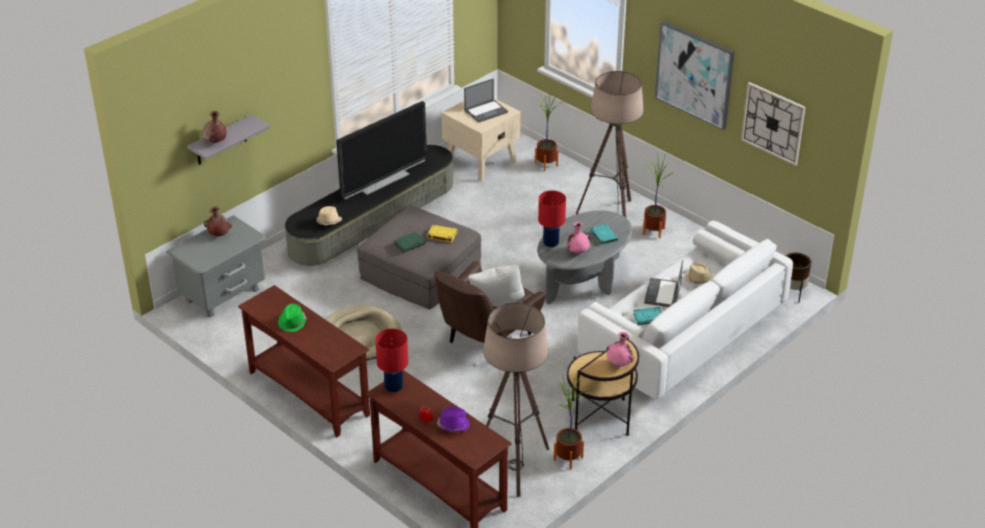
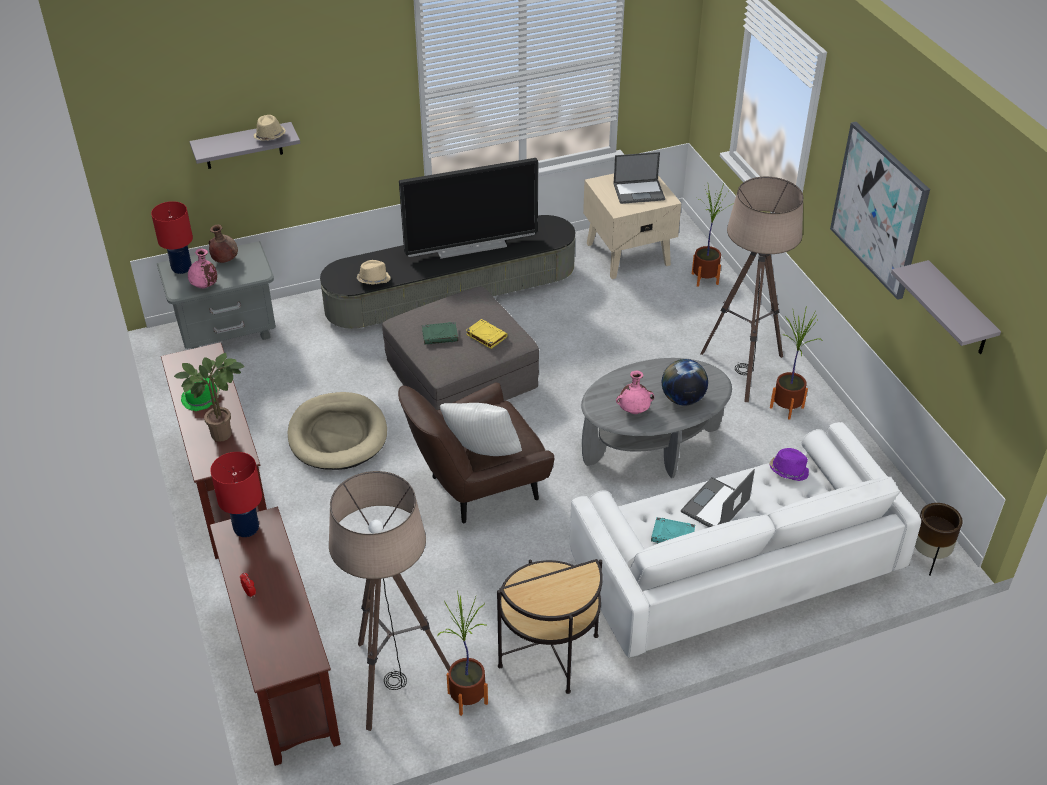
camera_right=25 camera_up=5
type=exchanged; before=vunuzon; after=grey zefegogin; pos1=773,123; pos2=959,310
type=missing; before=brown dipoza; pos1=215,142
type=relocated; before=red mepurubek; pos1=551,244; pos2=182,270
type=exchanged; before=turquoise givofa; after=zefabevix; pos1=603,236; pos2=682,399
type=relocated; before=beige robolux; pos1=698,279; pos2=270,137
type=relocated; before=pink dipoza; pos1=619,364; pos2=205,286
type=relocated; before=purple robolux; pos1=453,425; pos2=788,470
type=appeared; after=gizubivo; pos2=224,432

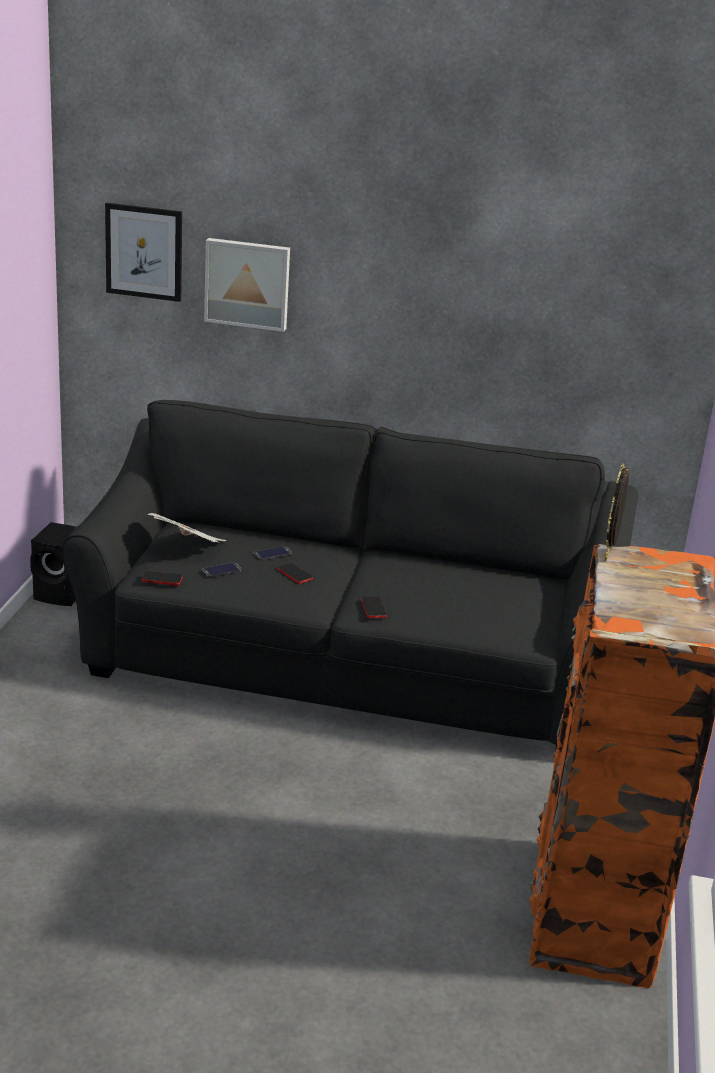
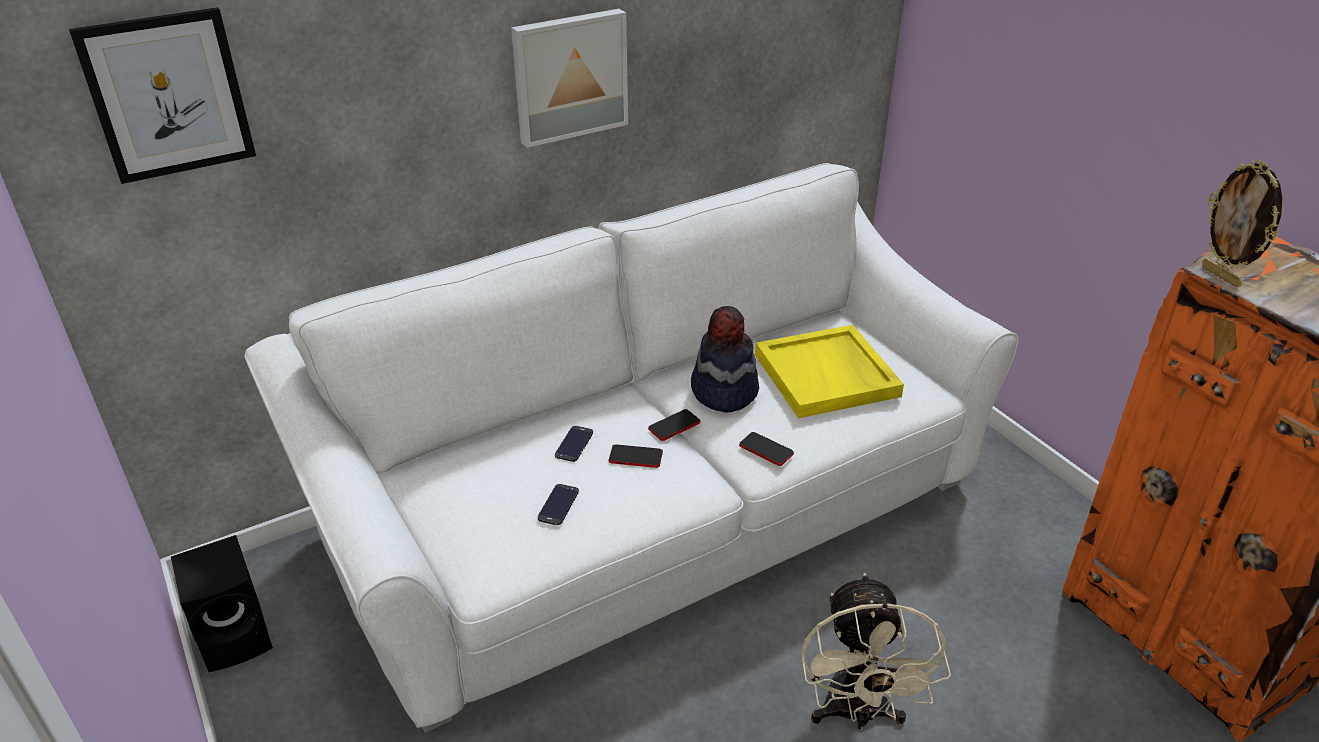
camera_right=-40 camera_up=10
type=relocated; before=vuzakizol; pos1=247,283; pos2=569,76
type=colour; before=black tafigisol; after=white tafigisol; pos1=347,662; pos2=658,512
type=missing; before=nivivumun; pos1=188,547
type=relocated; before=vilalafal; pos1=162,579; pos2=674,426
type=appeared; after=robolux; pos2=723,391
type=appeared; after=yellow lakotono; pos2=827,375
type=appeared; after=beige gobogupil; pos2=856,714

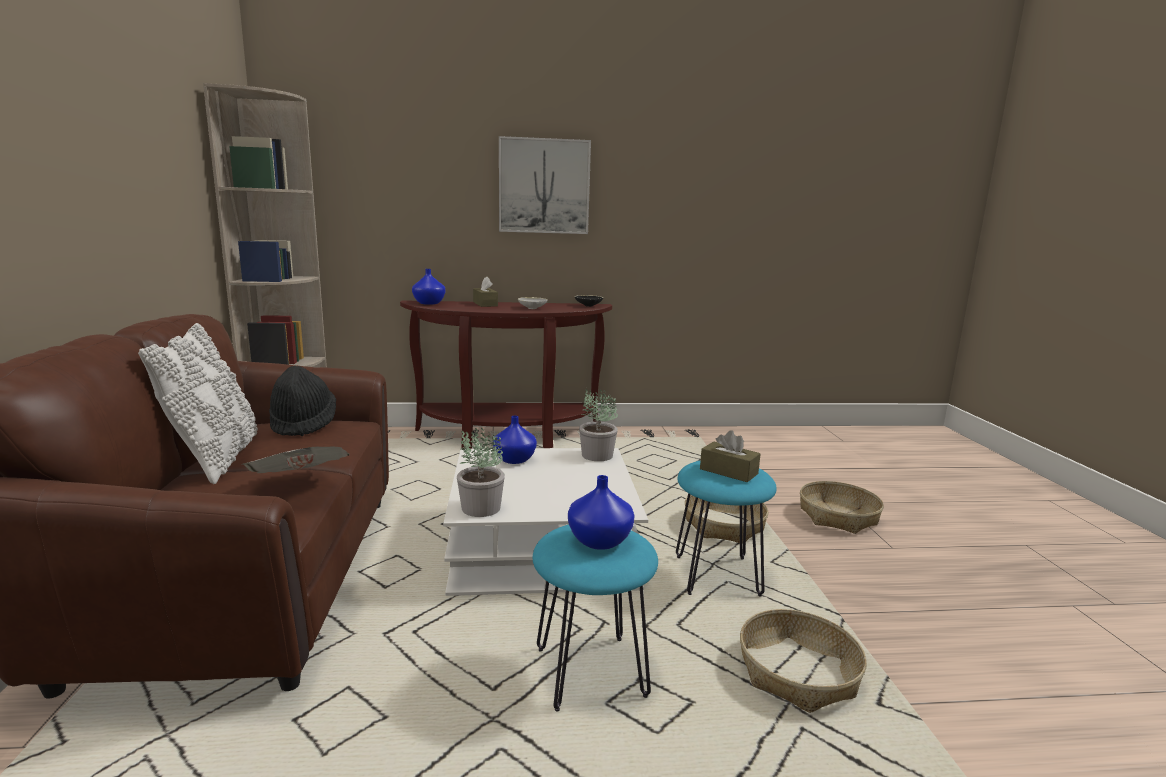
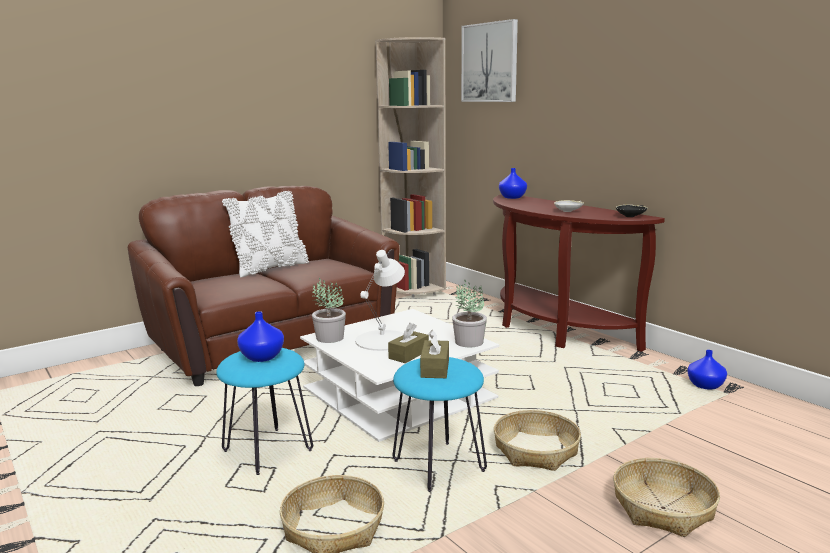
camera_right=60 camera_up=0
type=relocated; before=vuzakizol; pos1=544,186; pos2=489,62
type=relocated; before=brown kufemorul; pos1=485,304; pos2=408,354
type=missing; before=black robolux; pos1=303,424
type=relocated; before=blue dipoza; pos1=513,459; pos2=704,385
type=missing; before=nivivumun; pos1=300,485
type=appeared; after=white mepurubek; pos2=383,340

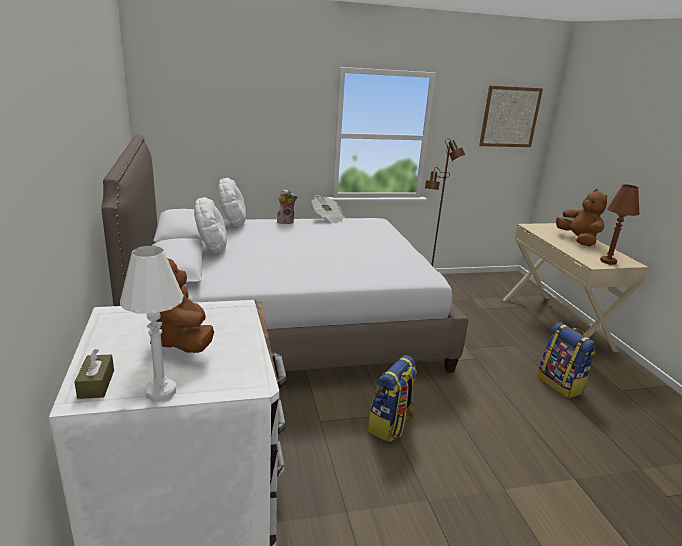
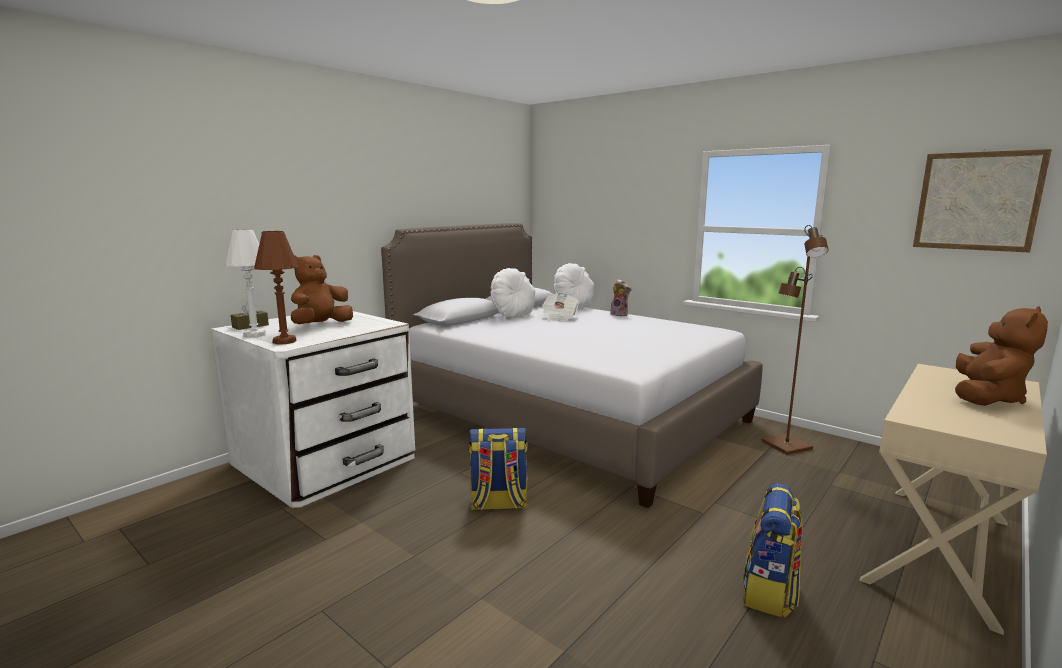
camera_right=55 camera_up=-10
type=relocated; before=brown mepurubek; pos1=608,261; pos2=284,341
type=relocated; before=nivivumun; pos1=327,218; pos2=559,317

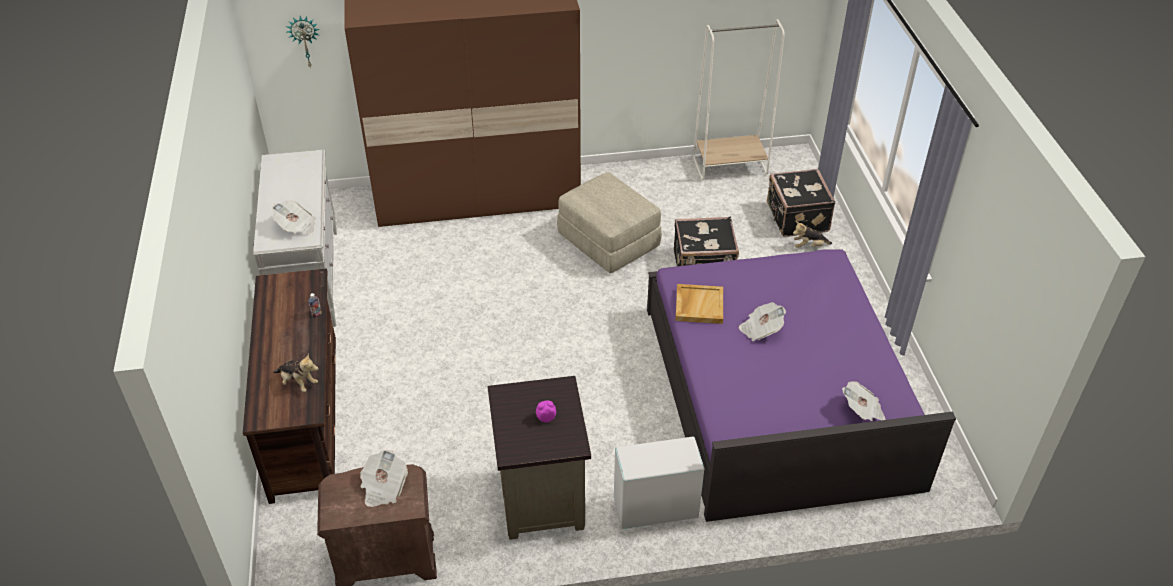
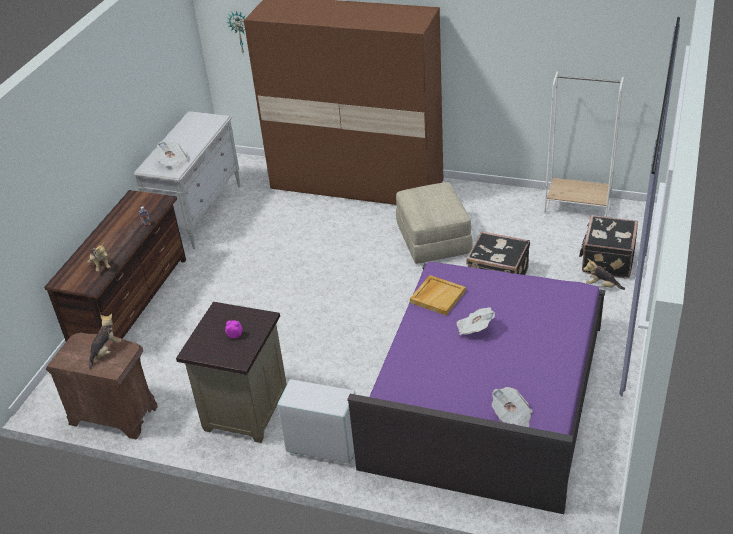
camera_right=30 camera_up=-5
type=exchanged; before=nivivumun; after=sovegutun; pos1=383,487; pos2=106,352

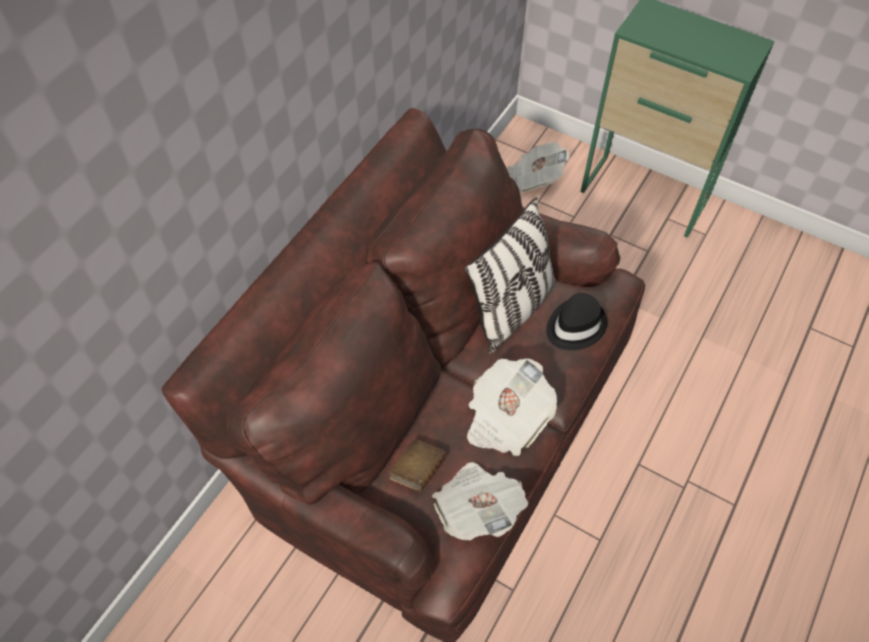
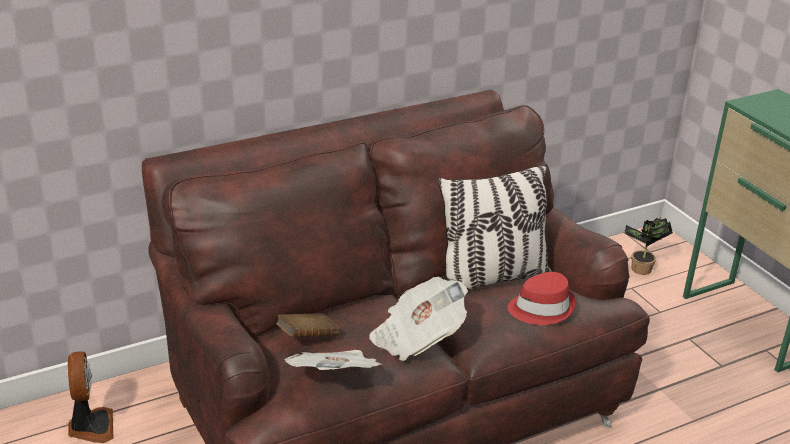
camera_right=30 camera_up=-25
type=exchanged; before=nivivumun; after=gizubivo; pos1=533,178; pos2=640,270
type=colour; before=black robolux; after=red robolux; pos1=574,326; pos2=541,308
type=appeared; after=gobogupil; pos2=90,427

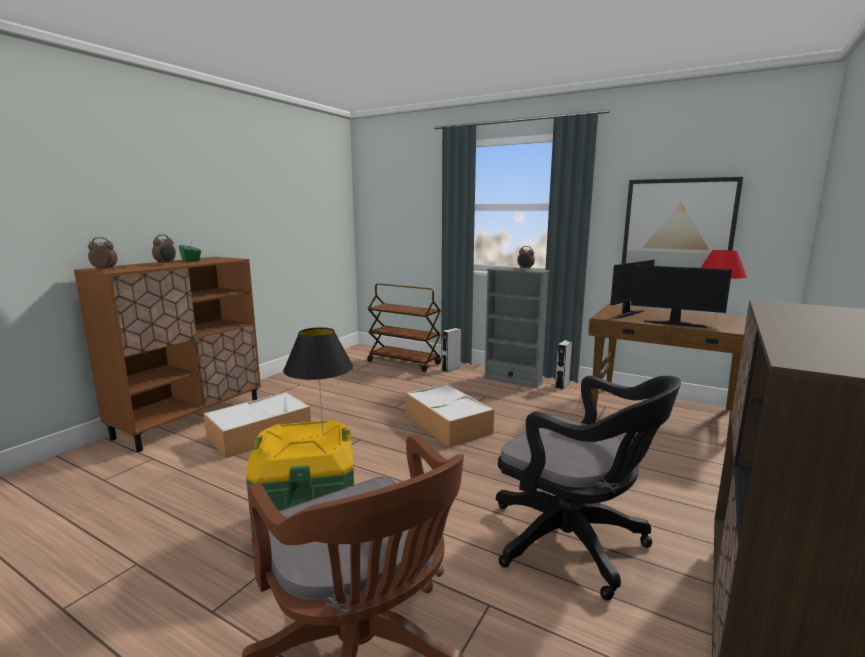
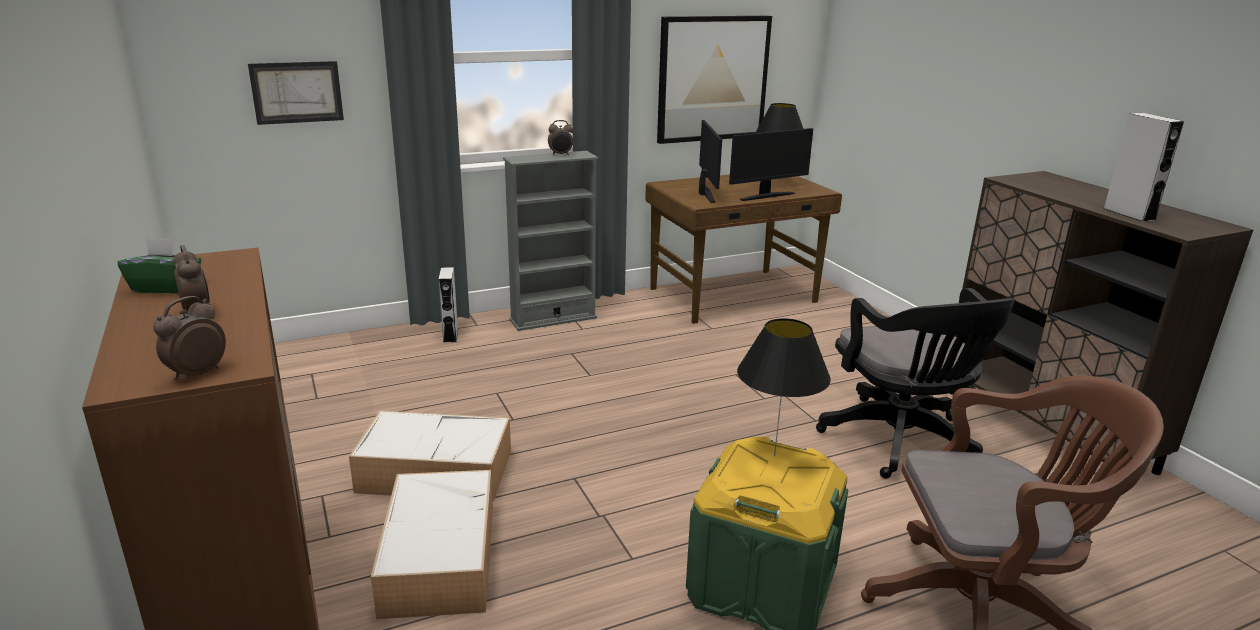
camera_right=-55 camera_up=10
type=colour; before=red mepurubek; after=black mepurubek; pos1=714,320; pos2=775,182
type=missing; before=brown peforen; pos1=404,363
type=relocated; before=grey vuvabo; pos1=562,385; pos2=1129,214
type=spun; before=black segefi; pos1=574,543; pos2=902,443; turn=90
type=relocated; before=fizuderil; pos1=448,424; pos2=438,471
type=appeared; after=vuzakizol; pos2=297,92

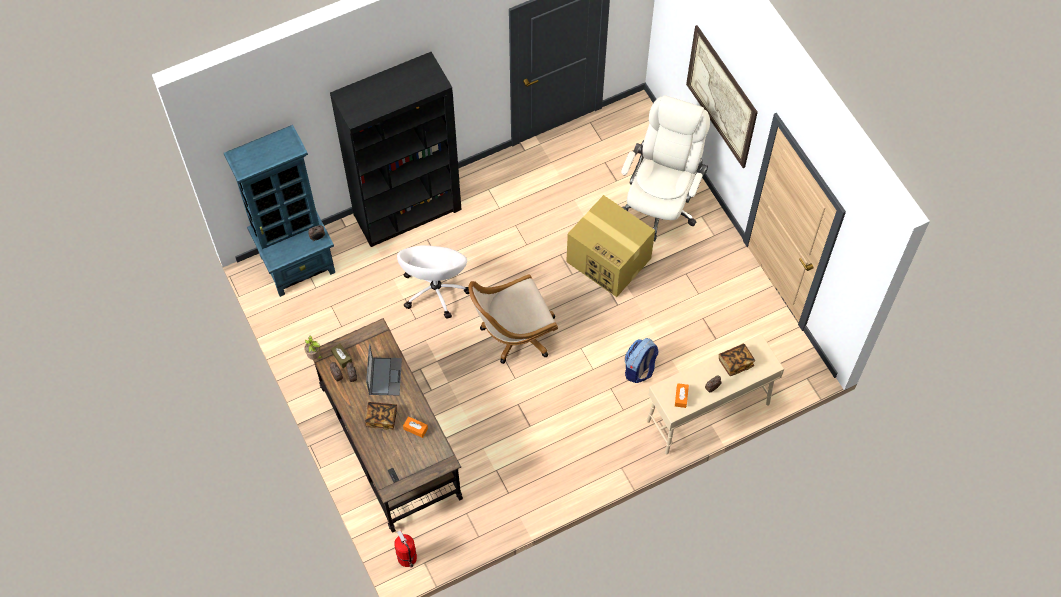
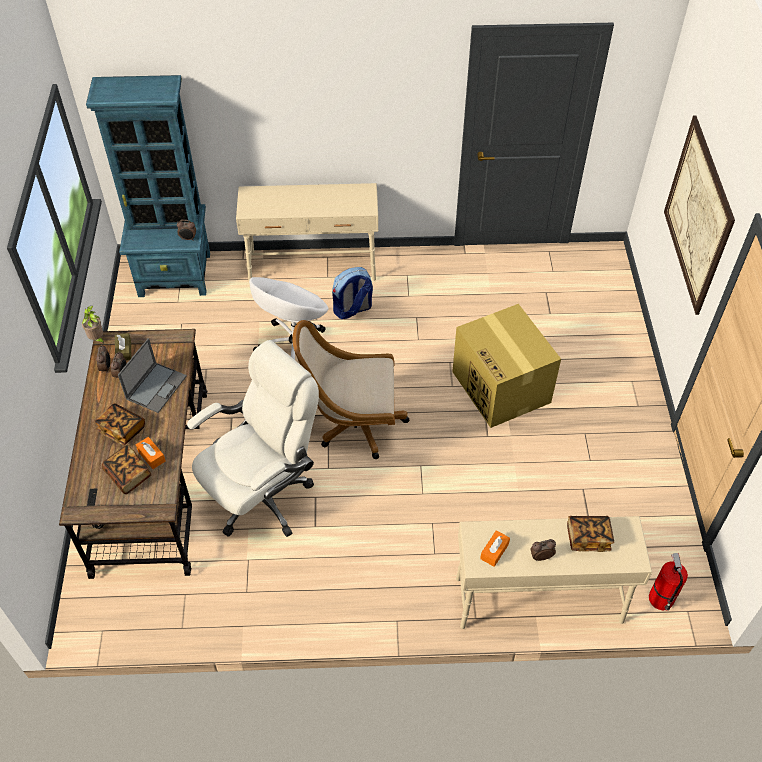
camera_right=25 camera_up=-10
type=exchanged; before=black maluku; after=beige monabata; pos1=408,212; pos2=312,267
type=relocated; before=white segefi; pos1=660,207; pos2=263,496
type=relocated; before=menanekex; pos1=639,369; pos2=352,310
type=relocated; before=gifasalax; pos1=407,558; pos2=661,600
type=appeared; after=givofa; pos2=128,475

